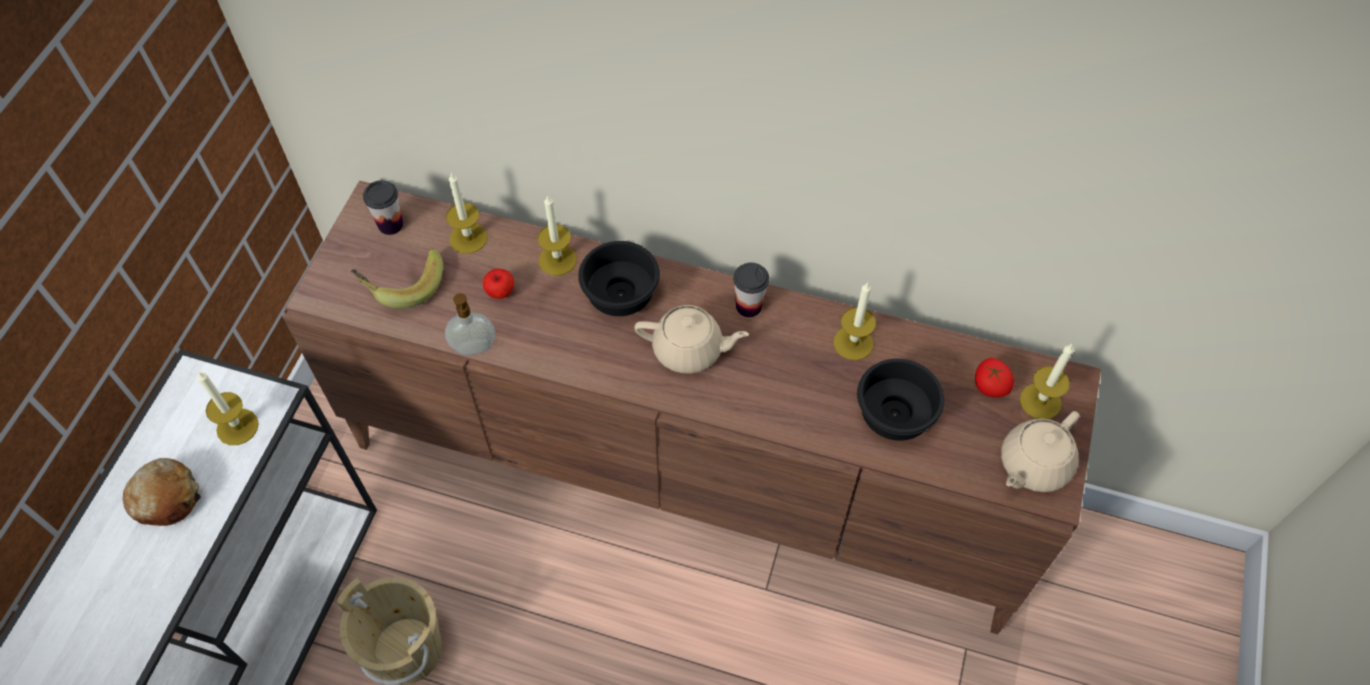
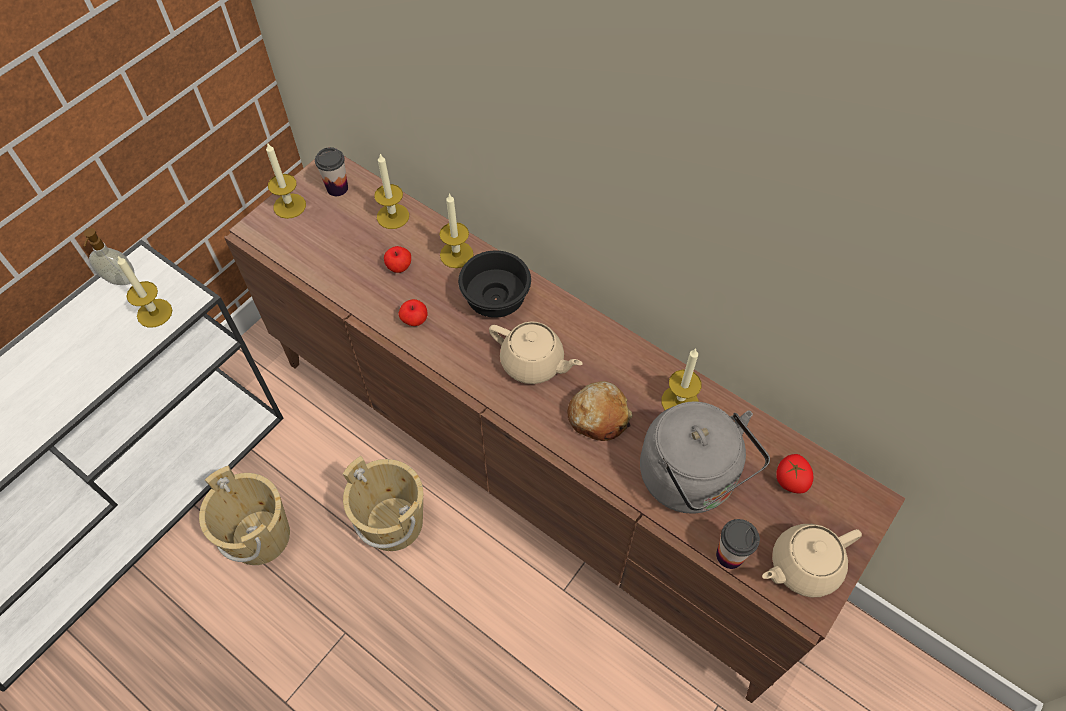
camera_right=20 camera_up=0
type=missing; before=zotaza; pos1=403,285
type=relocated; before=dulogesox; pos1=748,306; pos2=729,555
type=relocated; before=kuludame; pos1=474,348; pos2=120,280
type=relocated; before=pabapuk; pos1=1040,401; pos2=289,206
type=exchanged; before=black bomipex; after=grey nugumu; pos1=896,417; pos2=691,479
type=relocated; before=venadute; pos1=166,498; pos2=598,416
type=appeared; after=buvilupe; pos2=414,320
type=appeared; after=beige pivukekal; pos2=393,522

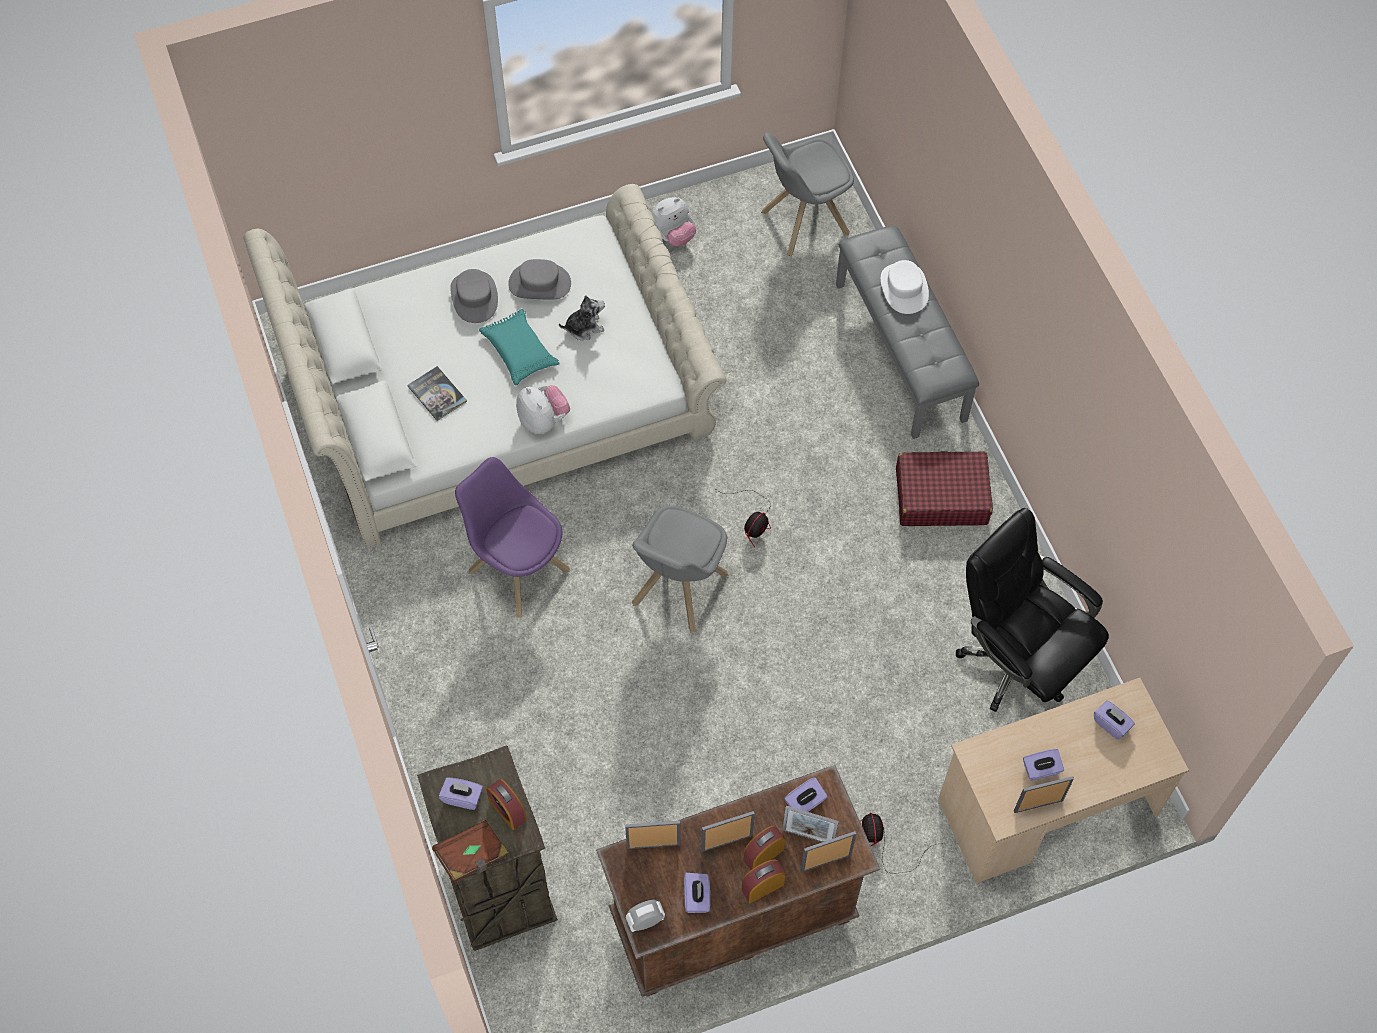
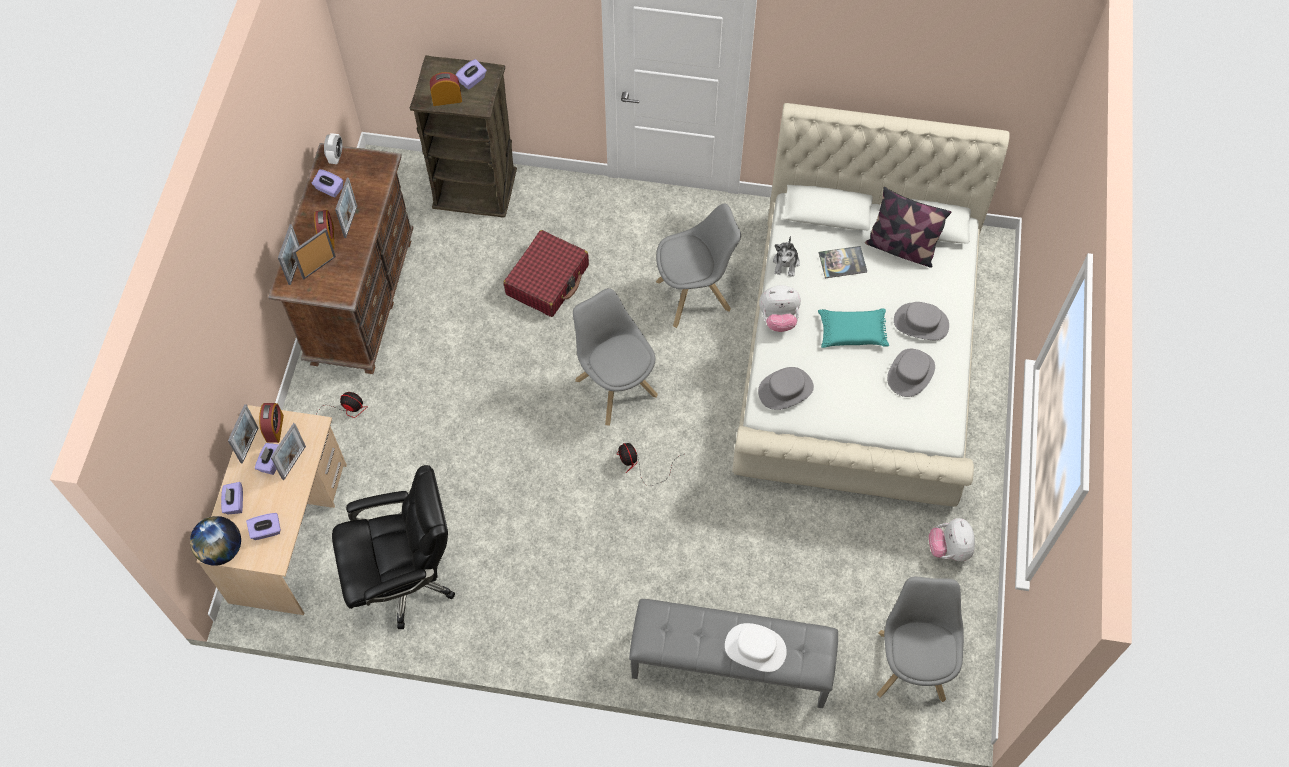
camera_right=120 camera_up=0
type=relocated; before=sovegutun; pos1=584,327; pos2=786,263
type=relocated; before=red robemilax; pos1=941,496; pos2=547,280
type=colour; before=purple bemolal; after=grey bemolal; pos1=518,570; pos2=694,296
type=relocated; before=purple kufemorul; pos1=805,803; pos2=234,503
type=missing; before=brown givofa; pos1=472,856
type=relocated; before=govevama; pos1=653,845; pos2=294,462
type=relocated; before=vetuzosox; pos1=762,886; pos2=274,428
type=appeared; after=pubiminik; pos2=901,248
type=appeared; after=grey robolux; pos2=785,390
type=appeared; after=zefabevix; pos2=221,550

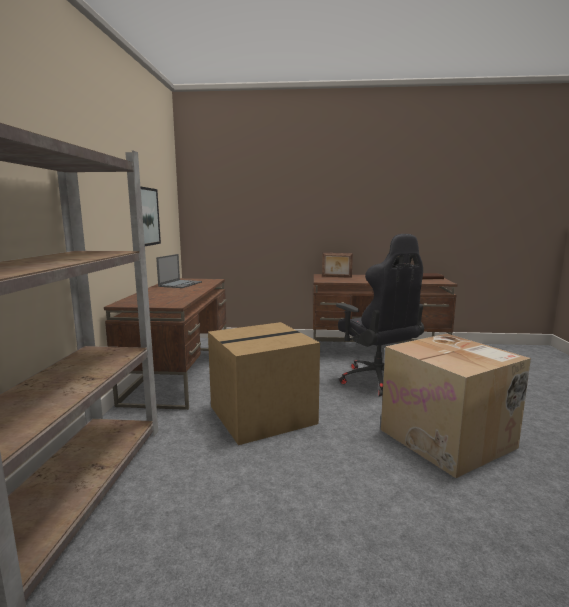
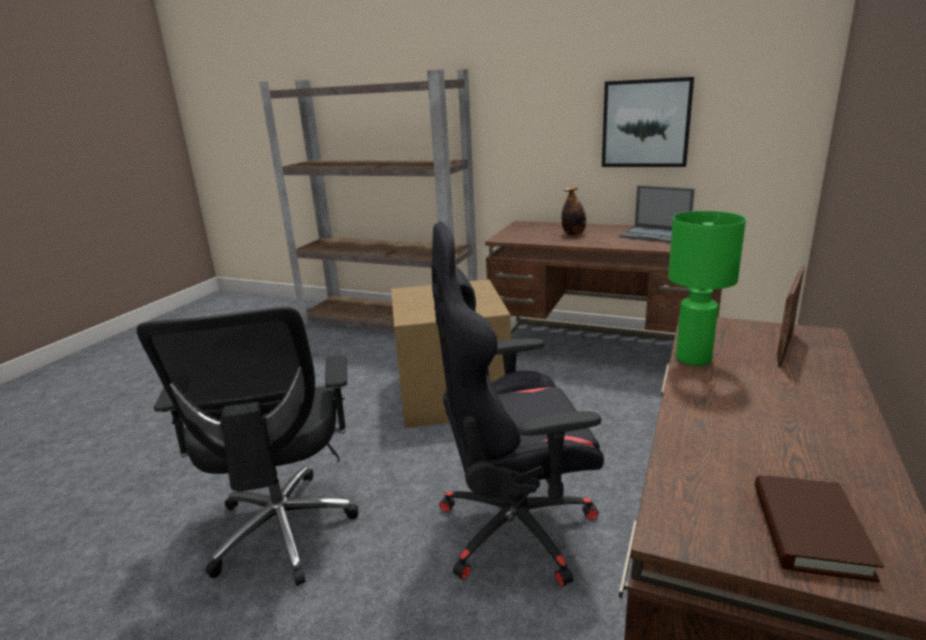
camera_right=110 camera_up=10
type=exchanged; before=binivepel; after=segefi; pos1=449,439; pos2=282,527
type=appeared; after=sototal; pos2=573,234
type=appeared; after=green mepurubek; pos2=693,359

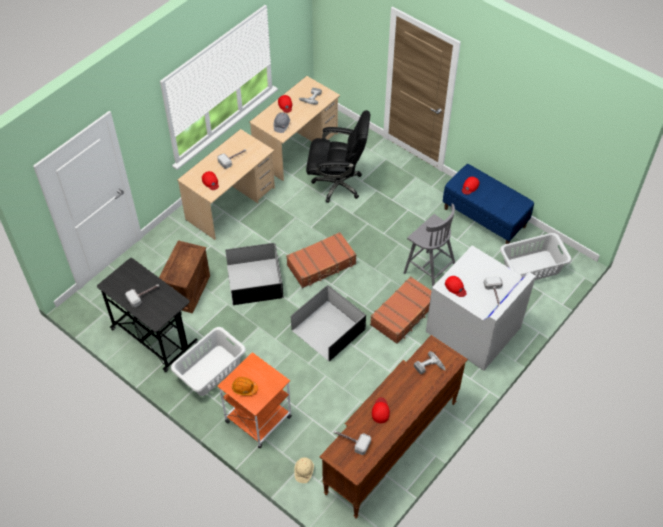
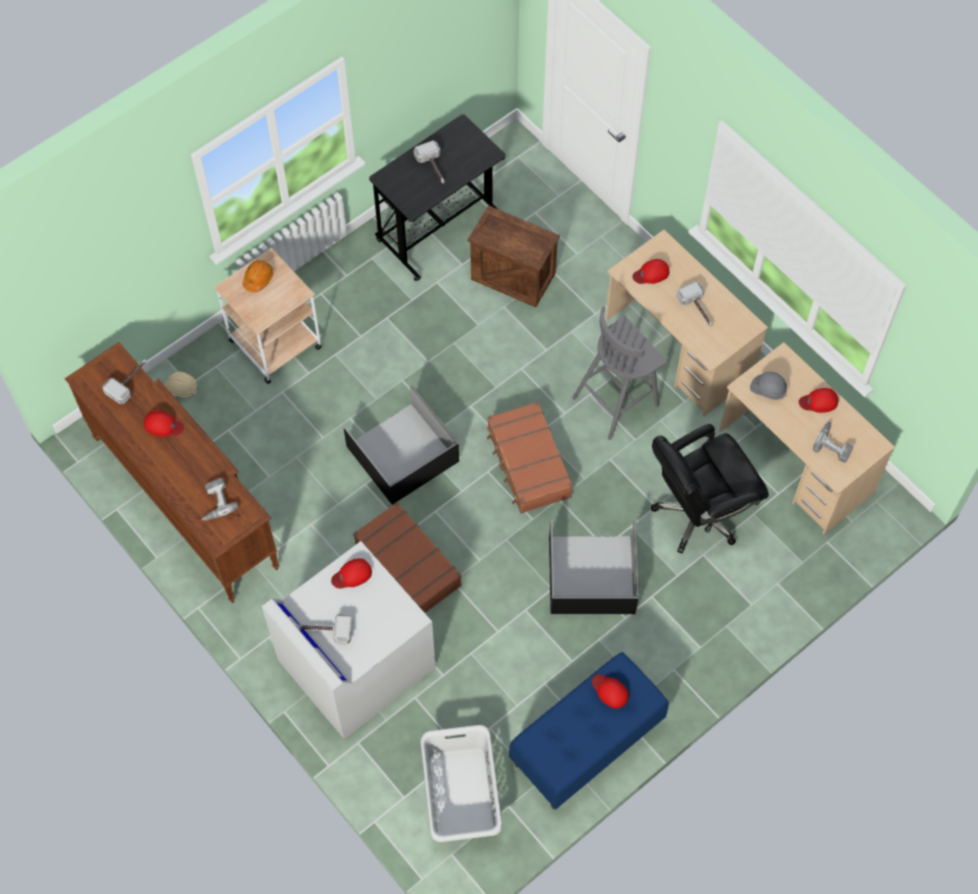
camera_right=100 camera_up=10
type=spun; before=black segefi; pos1=336,184; pos2=699,513; turn=45
type=relocated; before=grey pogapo; pos1=429,271; pos2=617,400
type=relocated; before=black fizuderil; pos1=254,280; pos2=593,575
type=missing; before=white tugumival; pos1=210,370
type=colour; before=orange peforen; after=beige peforen; pos1=257,418; pos2=276,343

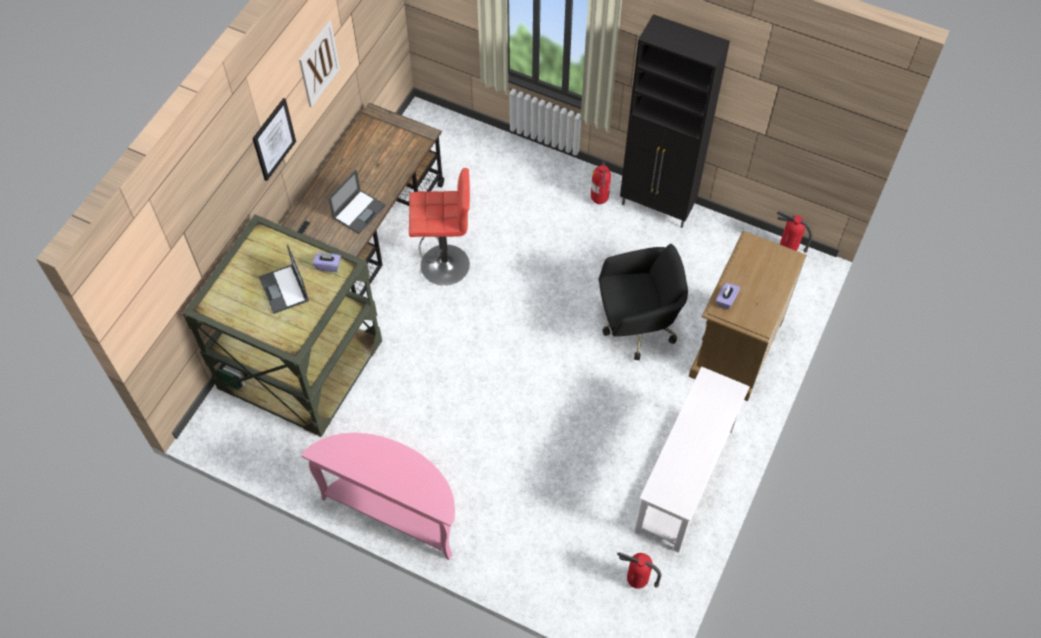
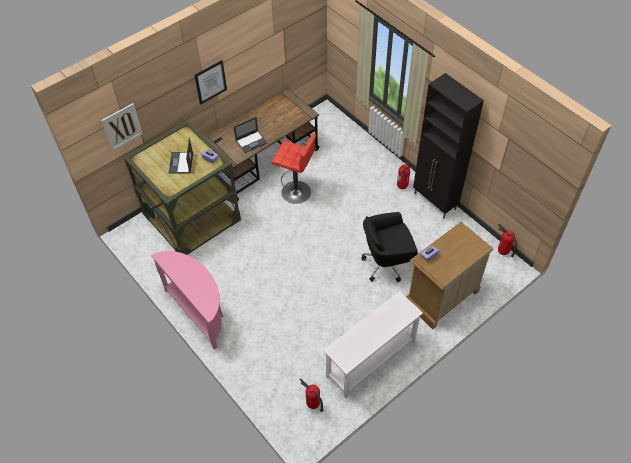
camera_right=25 camera_up=-5
type=relocated; before=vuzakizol; pos1=319,64; pos2=122,127
type=spun; before=black segefi; pos1=636,328; pos2=386,264; turn=150

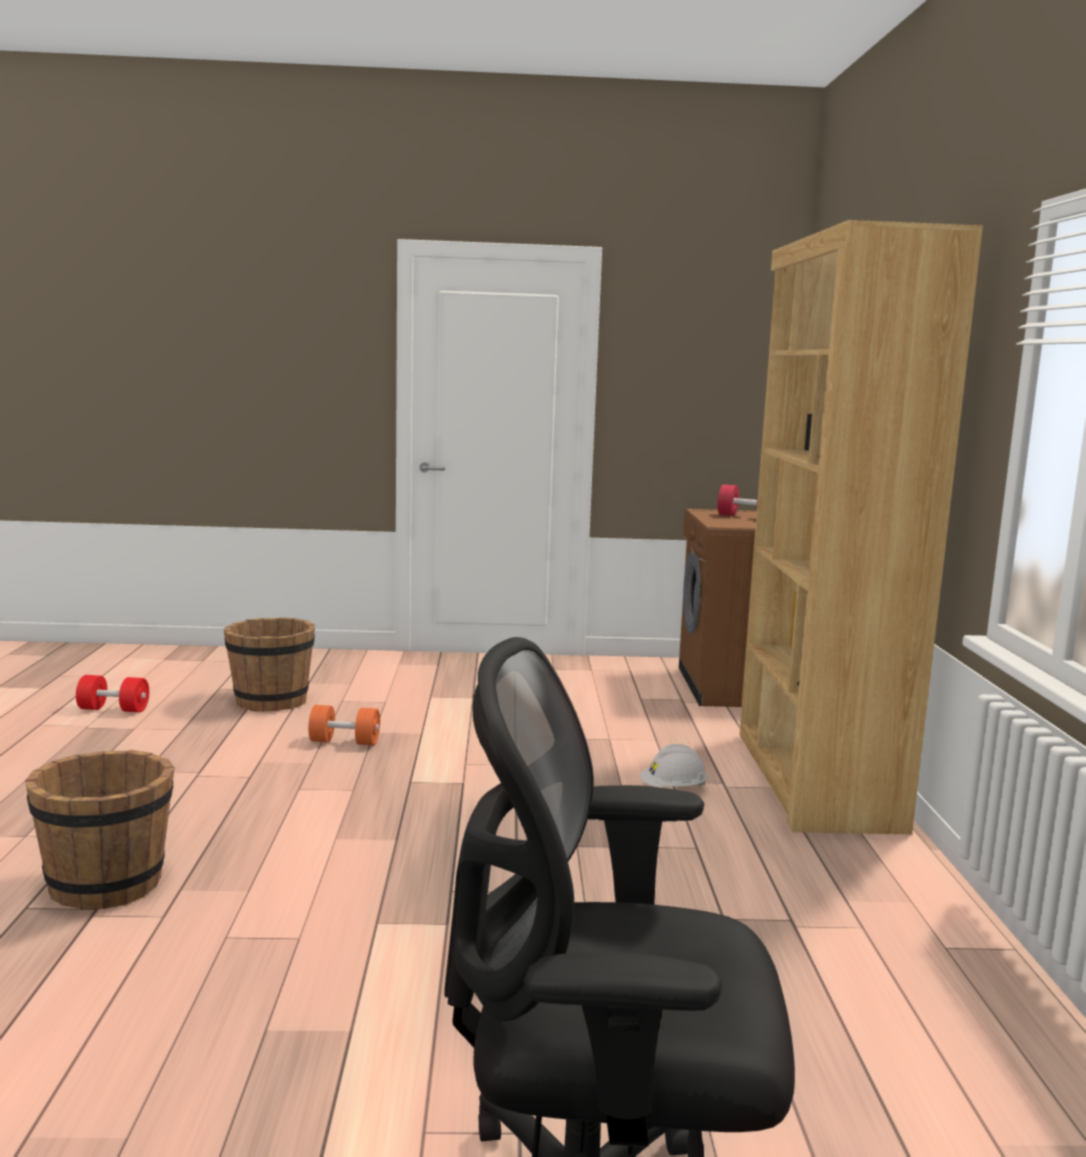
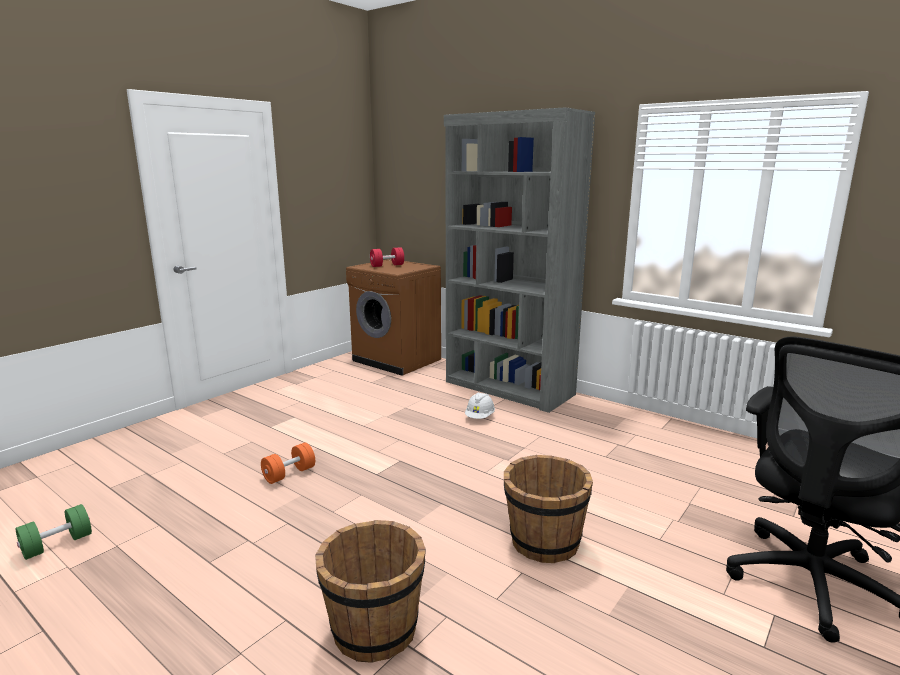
camera_right=-50 camera_up=5
type=colour; before=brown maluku; after=grey maluku; pos1=814,779; pos2=508,388
type=relocated; before=brown pivukekal; pos1=271,701; pos2=543,542
type=colour; before=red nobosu; after=green nobosu; pos1=114,709; pos2=57,544

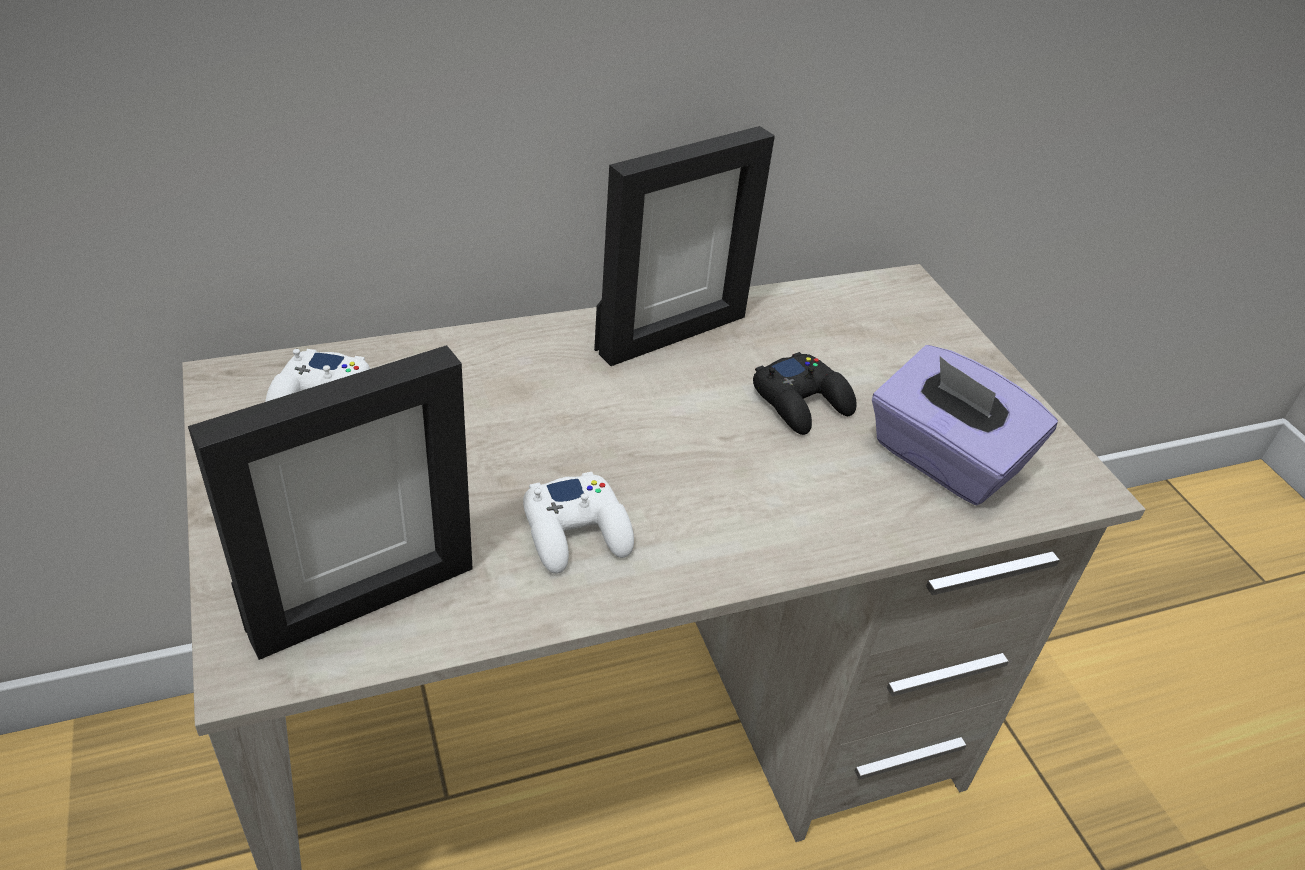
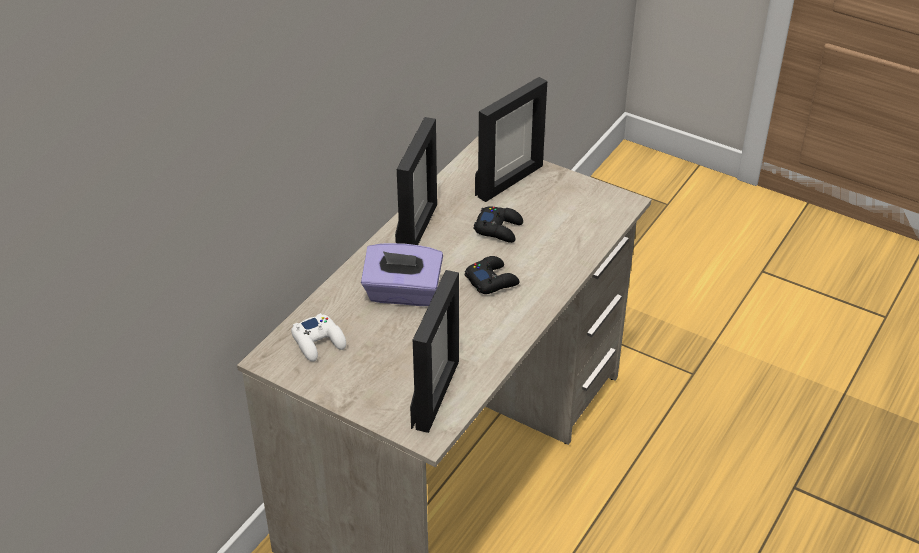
camera_right=-35 camera_up=0
type=relocated; before=purple kufemorul; pos1=943,460; pos2=402,293
type=missing; before=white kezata; pos1=577,532
type=appeared; after=govevama; pos2=509,180
type=appeared; after=black kezata; pos2=492,280

